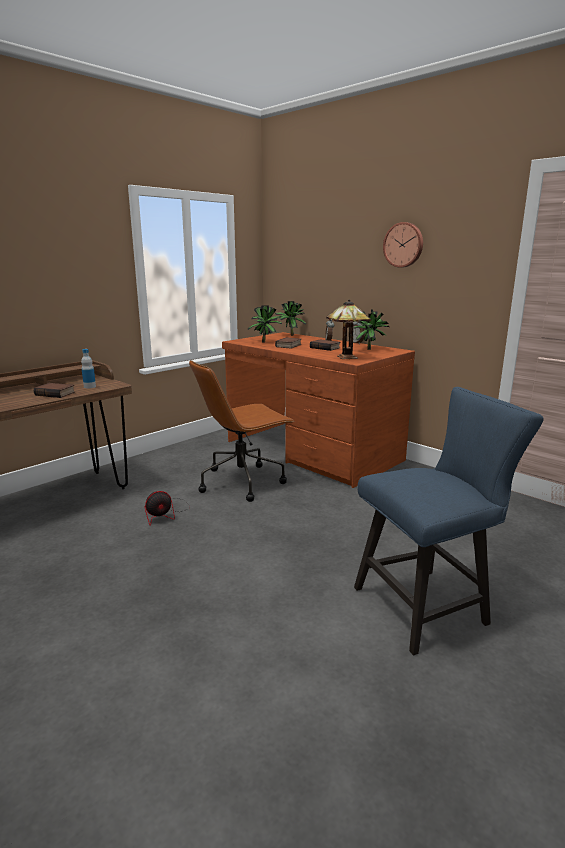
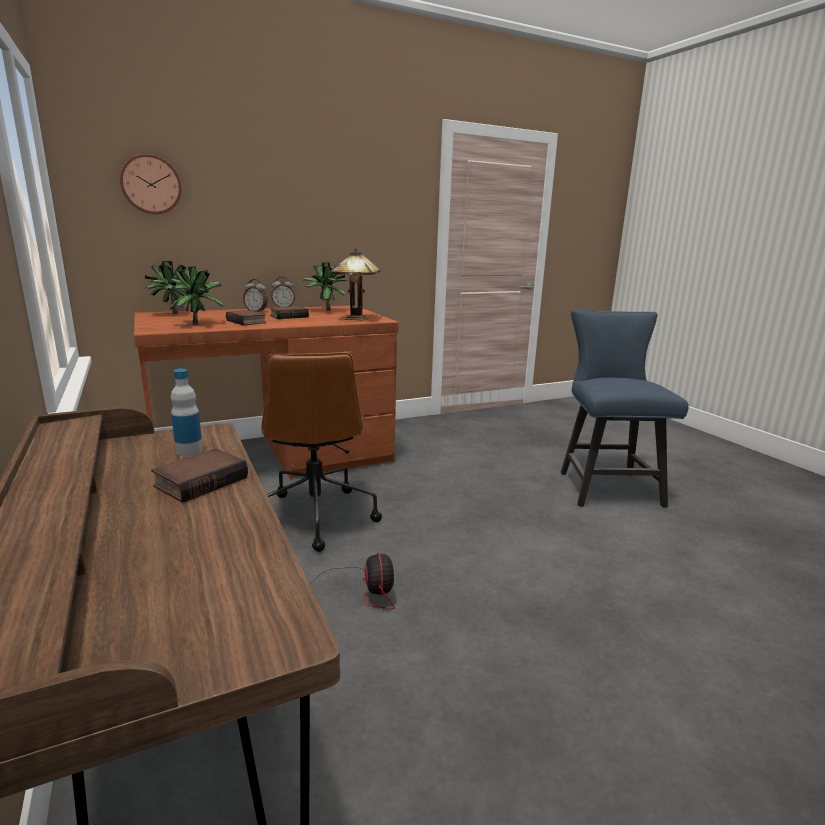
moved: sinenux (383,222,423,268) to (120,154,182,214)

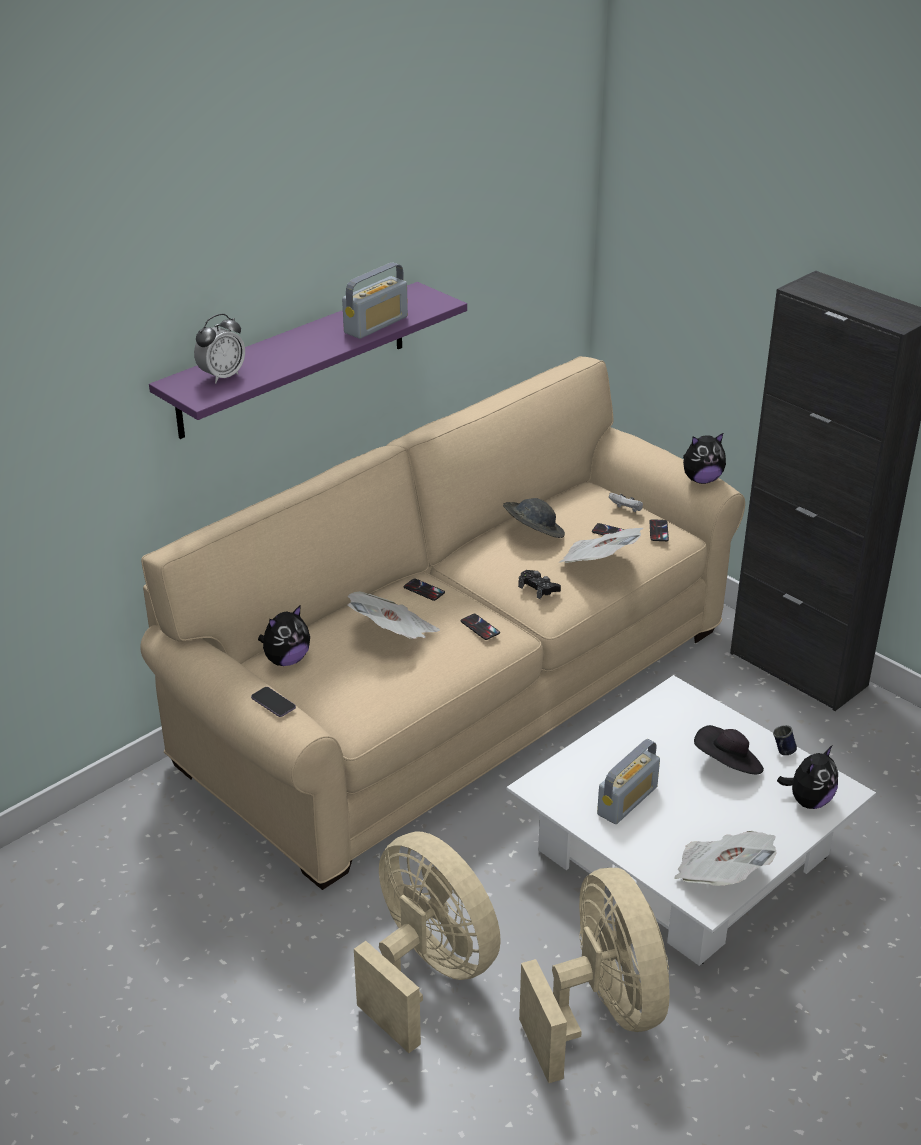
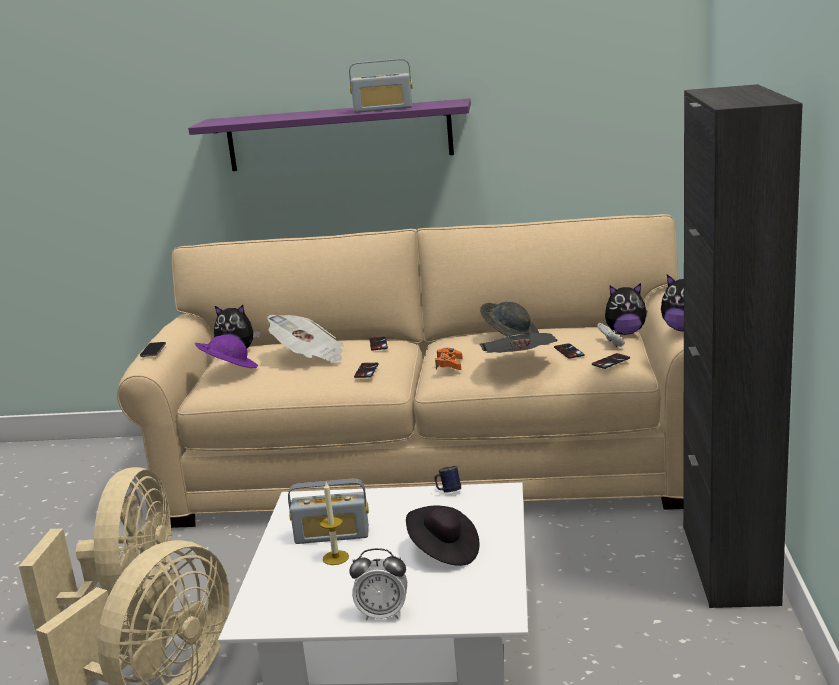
removed: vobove (674,831,777,886)
added: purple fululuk (195,335,258,368); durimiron (320,482,349,565)
moved: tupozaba (194,314,245,383) to (350,548,407,620); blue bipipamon (773,725,797,755) to (434,466,461,493); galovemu (777,746,838,809) to (605,283,648,335)
recoloured: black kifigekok (518,570,561,599) to orange kifigekok (435,348,463,370)

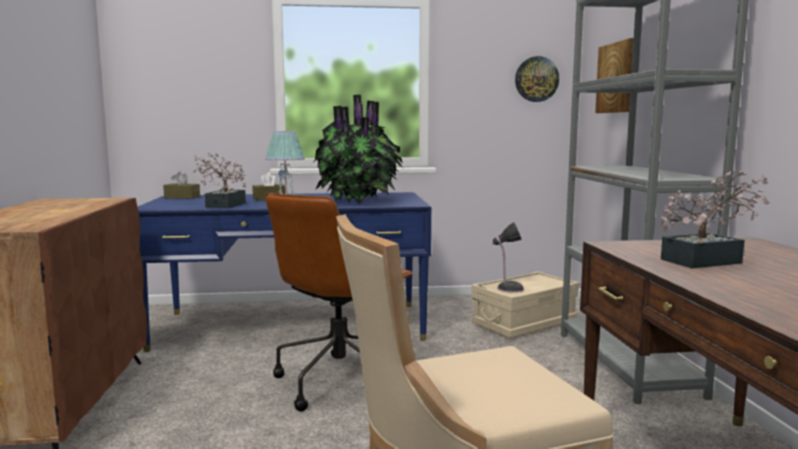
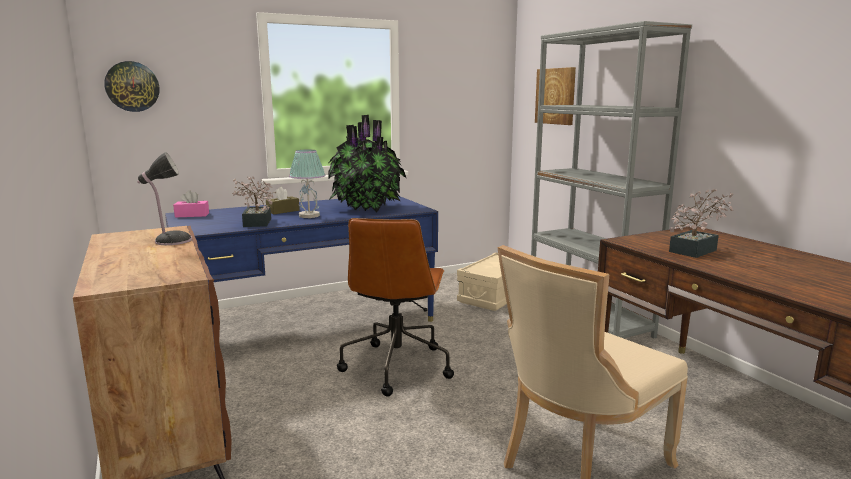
moved: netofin (492,222,524,293) to (137,152,192,245); sinenux (515,56,559,102) to (104,61,159,112)
recoloured: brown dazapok (163,172,200,199) to pink dazapok (173,190,209,217)

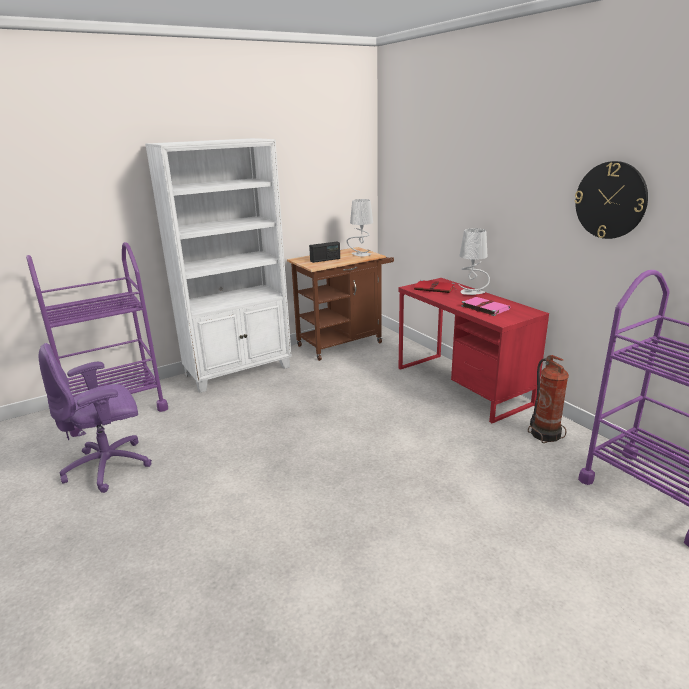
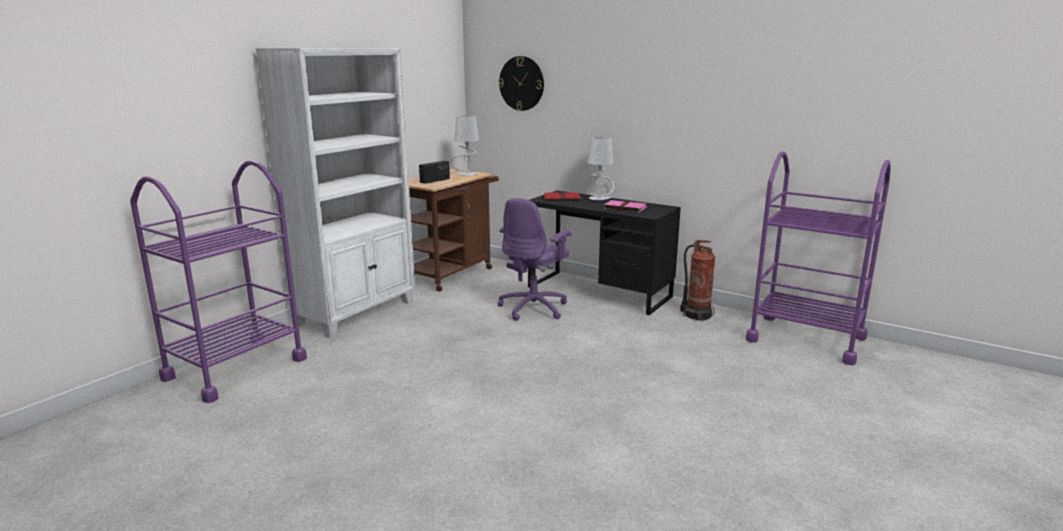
moved: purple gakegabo (39,343,152,493) to (497,198,572,321); sinenux (574,161,648,239) to (498,56,544,111)
recoloured: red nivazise (398,278,549,423) to black nivazise (528,191,681,315)

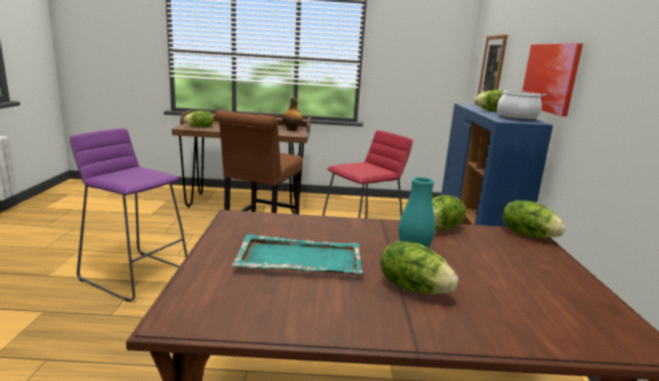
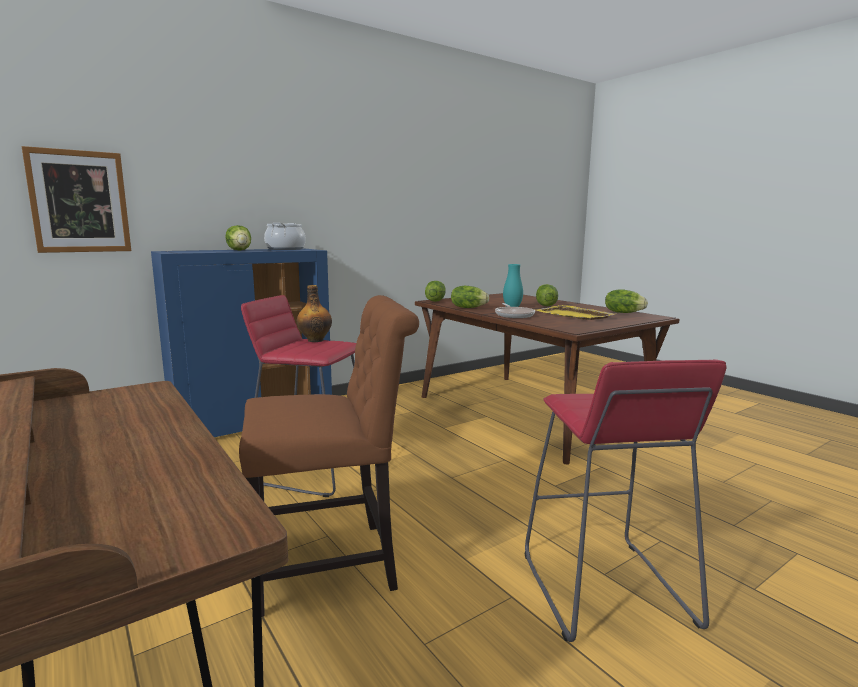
removed: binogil (522,43,583,117)
added: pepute (495,303,535,318)
moved: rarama (183,111,214,128) to (605,289,648,313); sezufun (282,98,303,131) to (297,285,332,342)
recoloured: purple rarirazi (70,128,188,302) to red rarirazi (525,359,726,642); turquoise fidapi (232,234,362,274) to yellow fidapi (536,305,615,320)

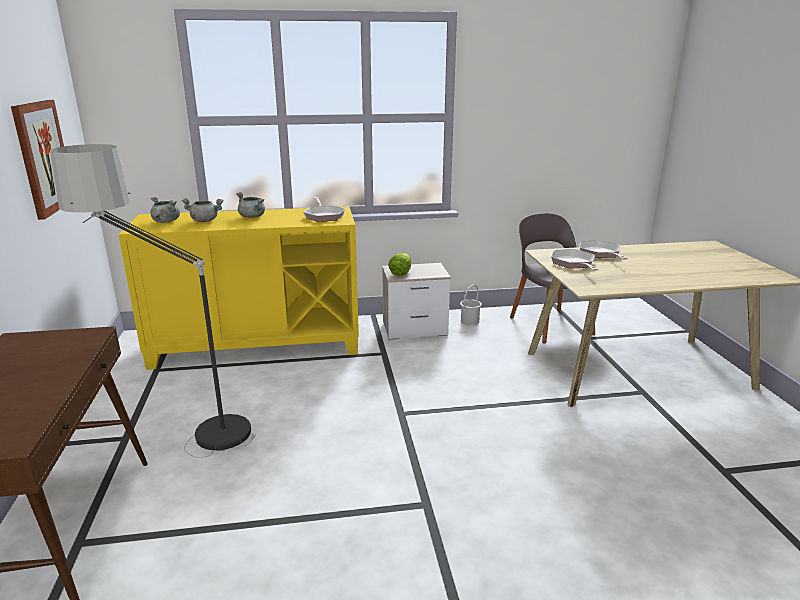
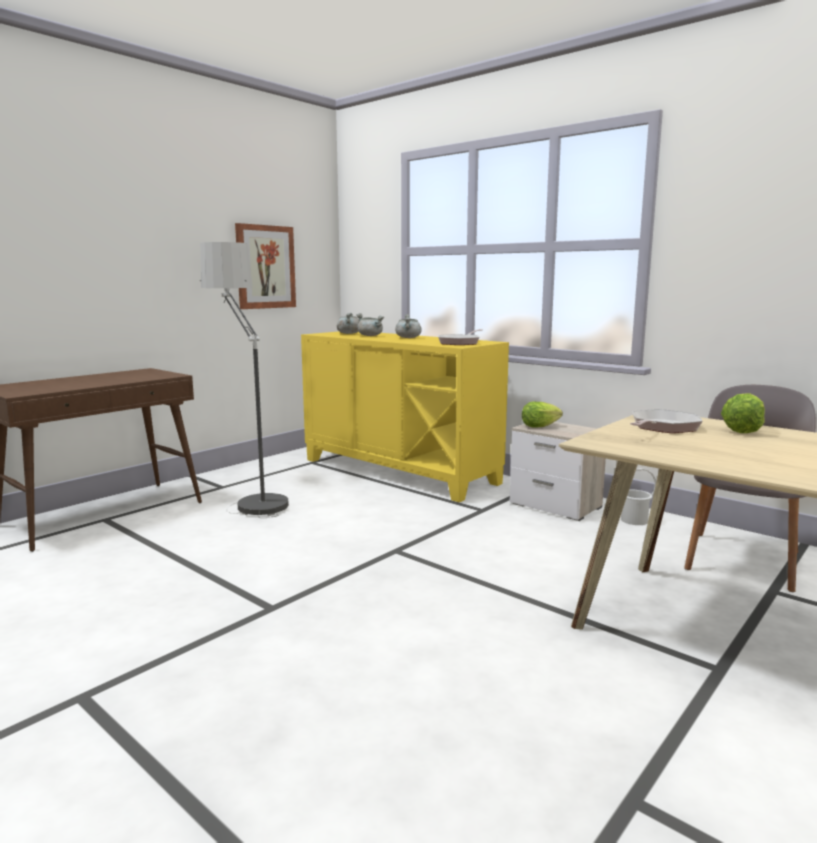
replaced: pepute (579,240,628,259) to rarama (721,393,765,433)

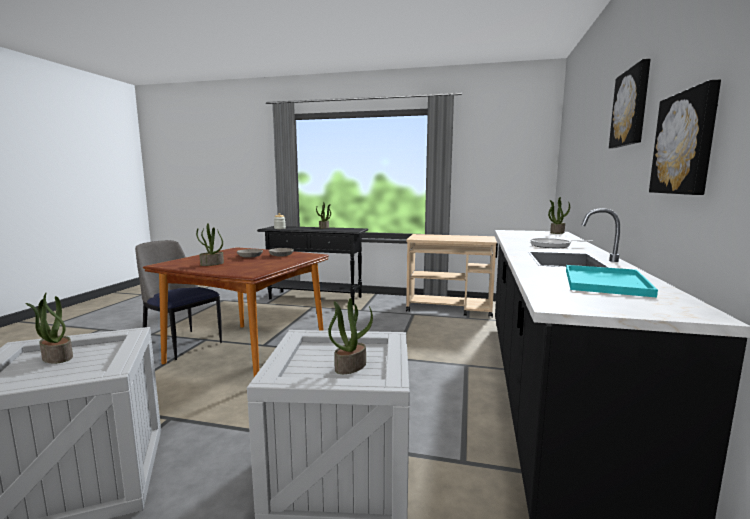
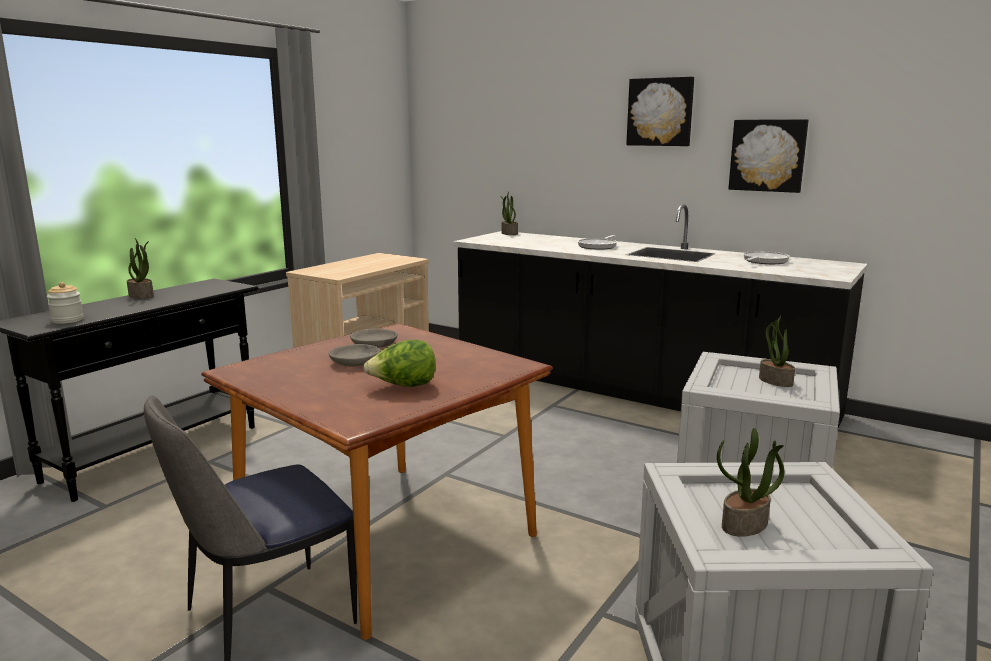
replaced: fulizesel (196,223,224,266) to rarama (363,340,436,387); turquoise fidapi (566,265,658,298) to pepute (743,251,790,264)

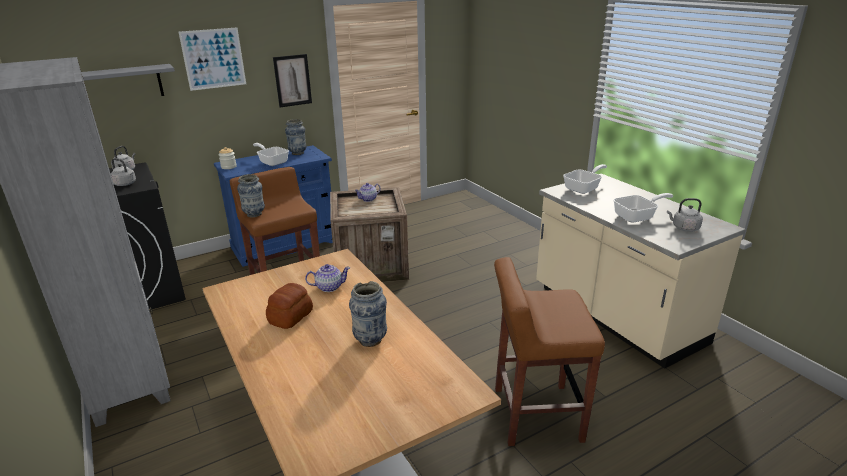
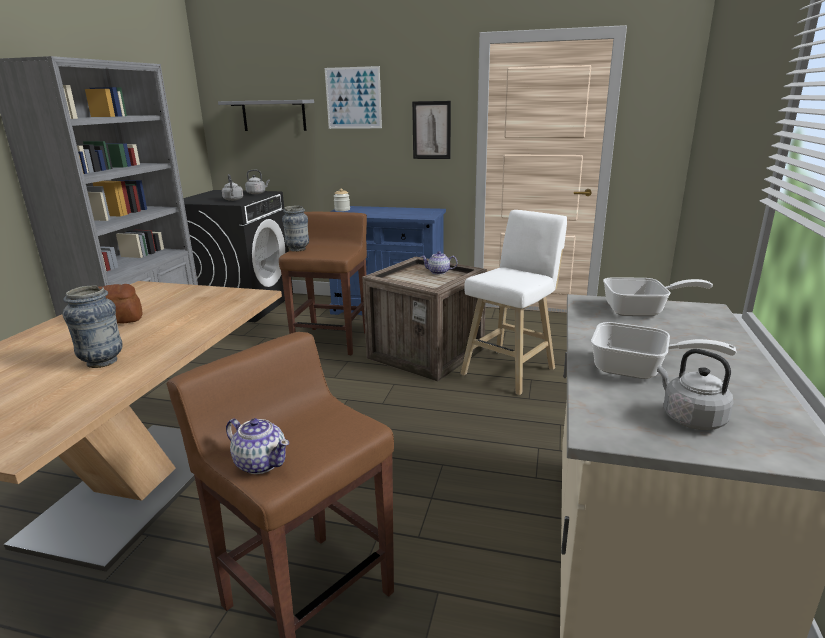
removed: pepute (253,143,289,166); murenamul (285,119,307,155)
added: white rarirazi (460,210,567,395)
moved: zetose (305,264,350,292) to (226,418,289,474)

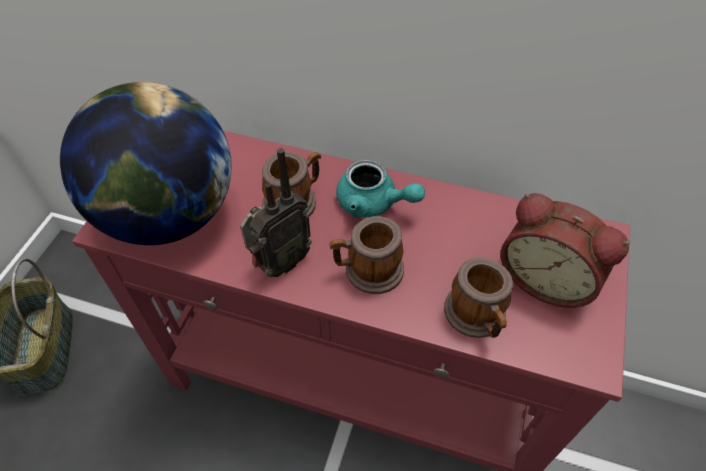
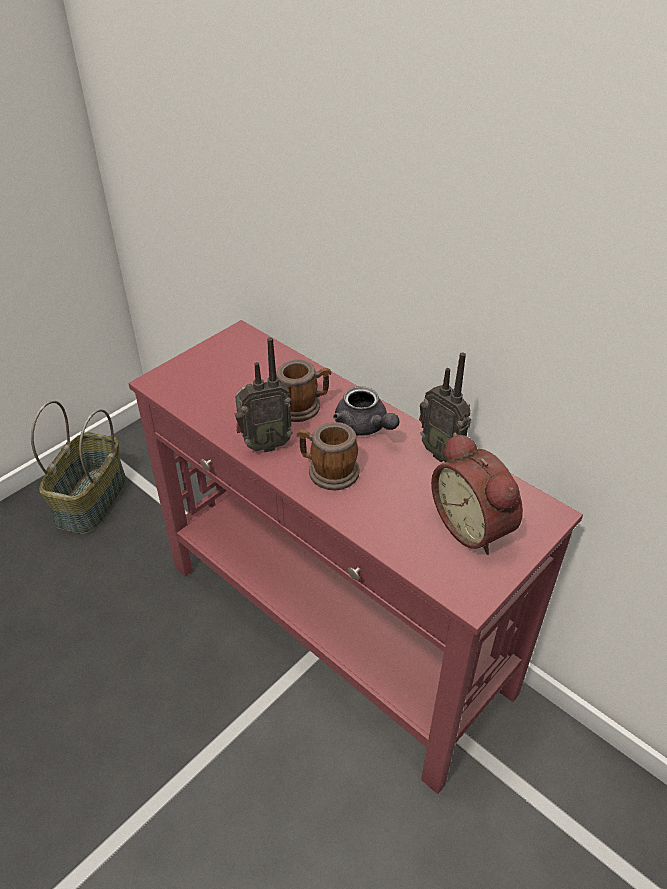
removed: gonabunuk (60,82,232,245); bipipamon (444,257,513,338)
added: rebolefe (419,352,471,462)
recoloured: turquoise zetose (336,160,425,218) to grey zetose (333,387,399,436)

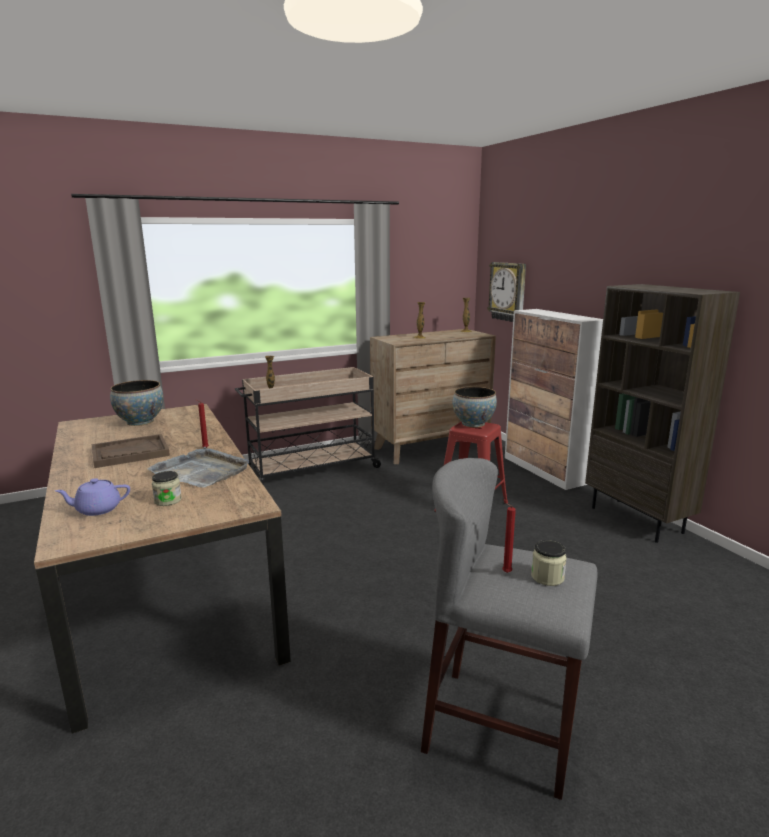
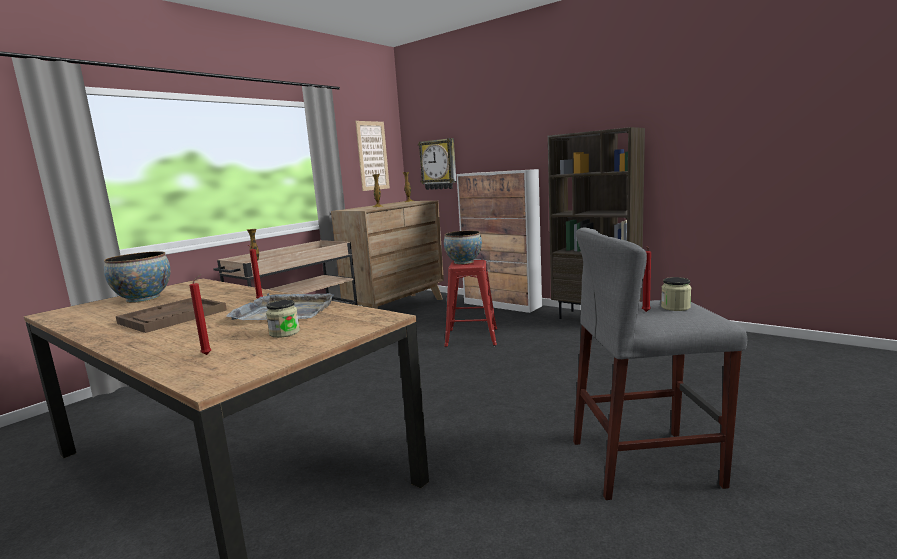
added: binogil (355,121,390,191)
replaced: purple zetose (55,478,130,516) to red durimiron (189,274,211,355)

